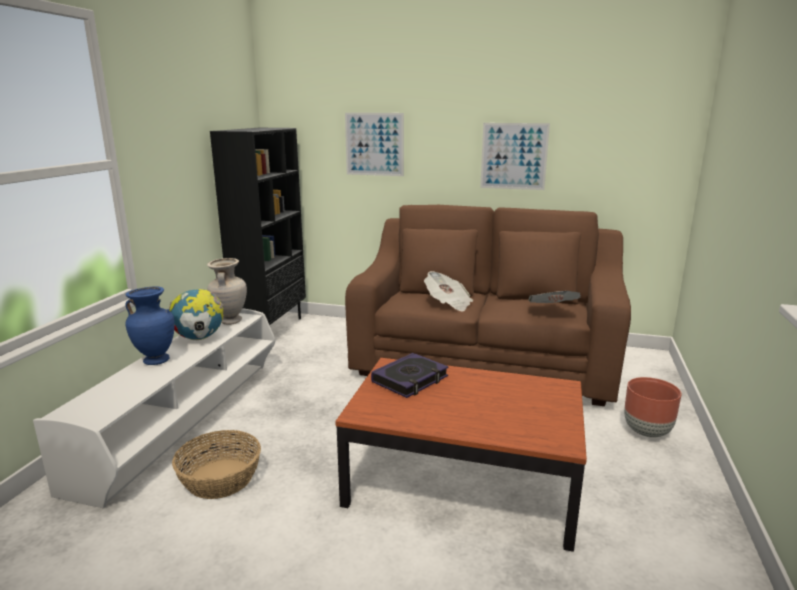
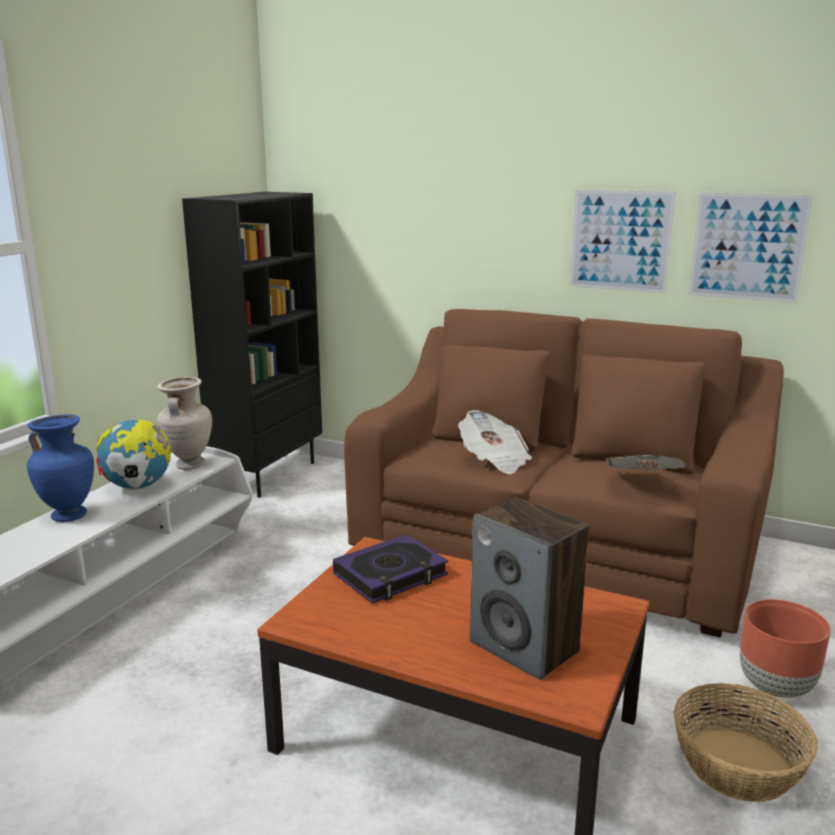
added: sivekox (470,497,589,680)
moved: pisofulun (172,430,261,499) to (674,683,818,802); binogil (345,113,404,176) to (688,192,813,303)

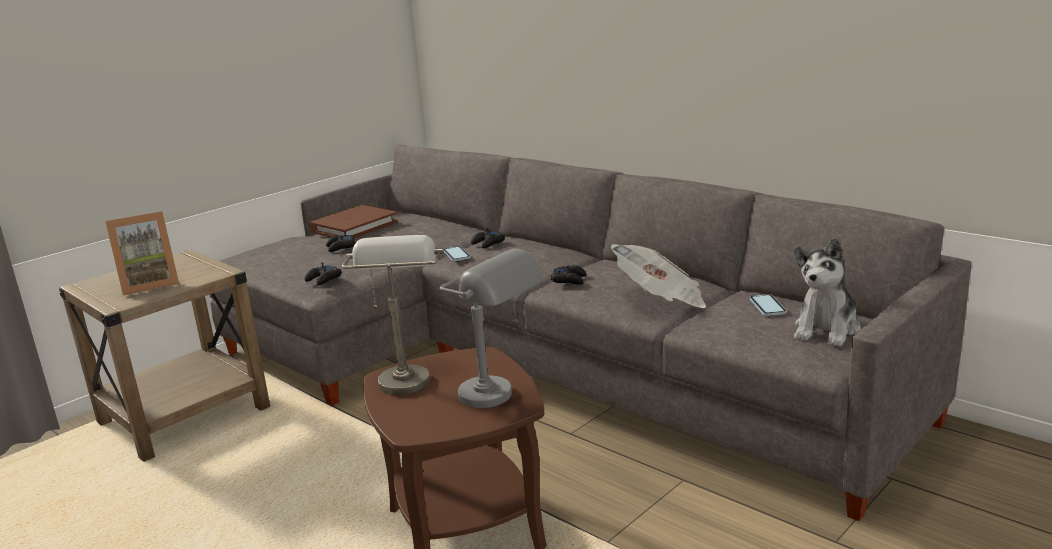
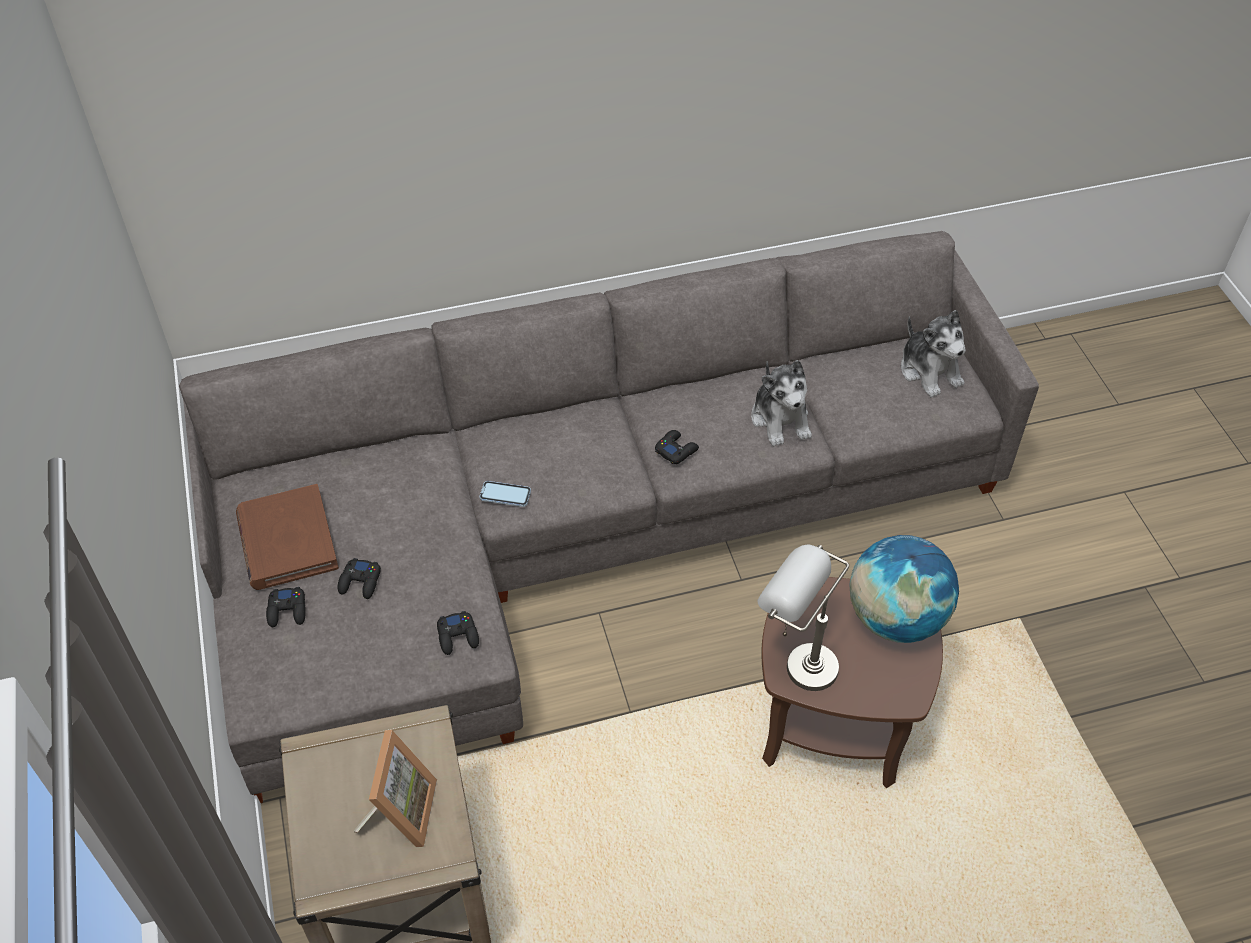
removed: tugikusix (750,294,787,316)
moved: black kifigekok (471,228,505,248) to (266,587,305,627)
replaced: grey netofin (440,248,543,408) to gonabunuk (849,535,959,643); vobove (611,244,706,308) to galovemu (751,360,812,447)

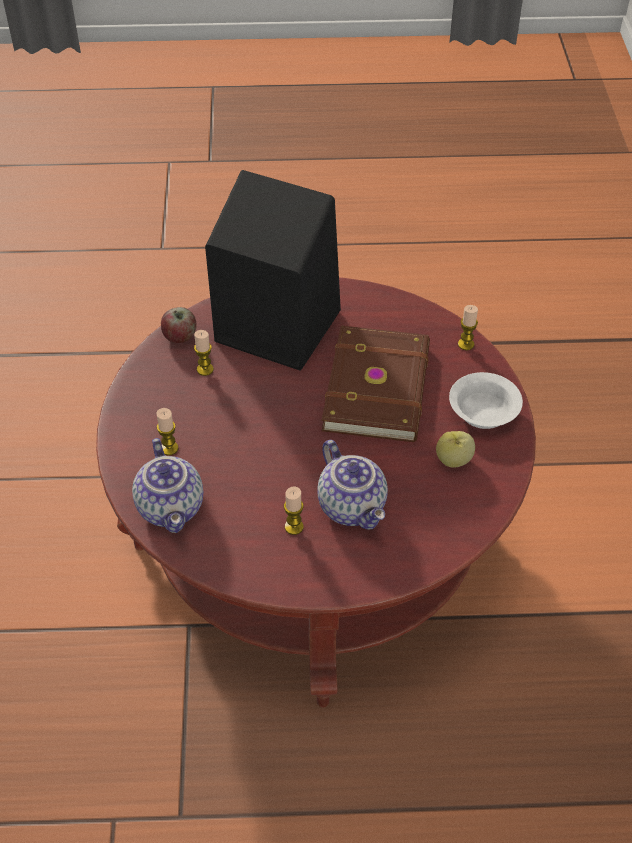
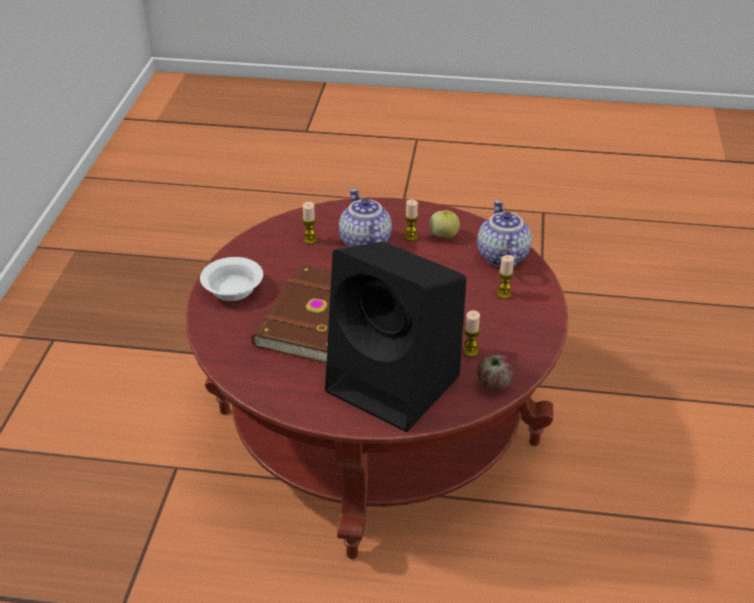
moved: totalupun (436,431,475,468) to (429,210,460,239); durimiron (458,305,478,350) to (302,202,317,244)

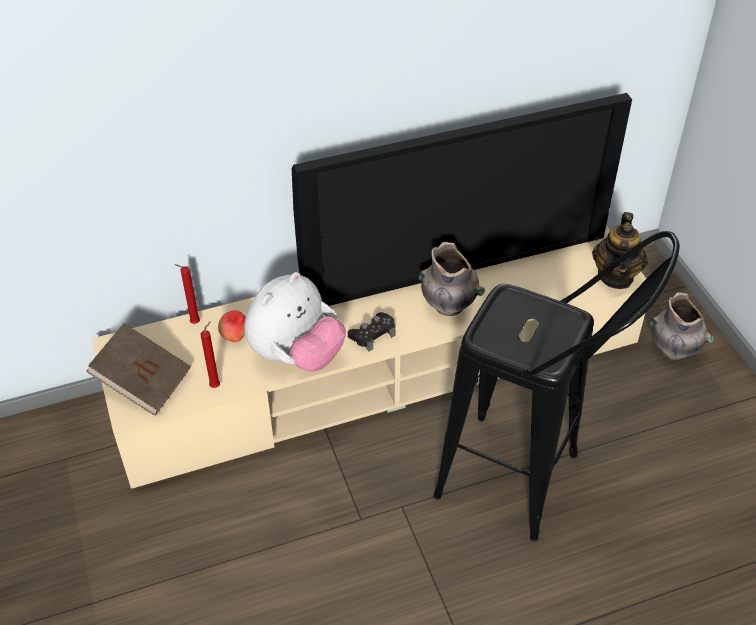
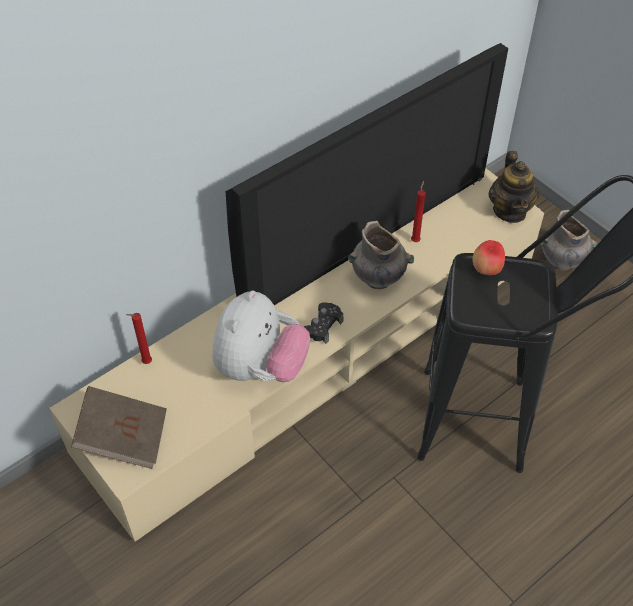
moved: red durimiron (201,321,220,388) to (411,181,426,242); totalupun (218,310,246,342) to (472,240,505,275)

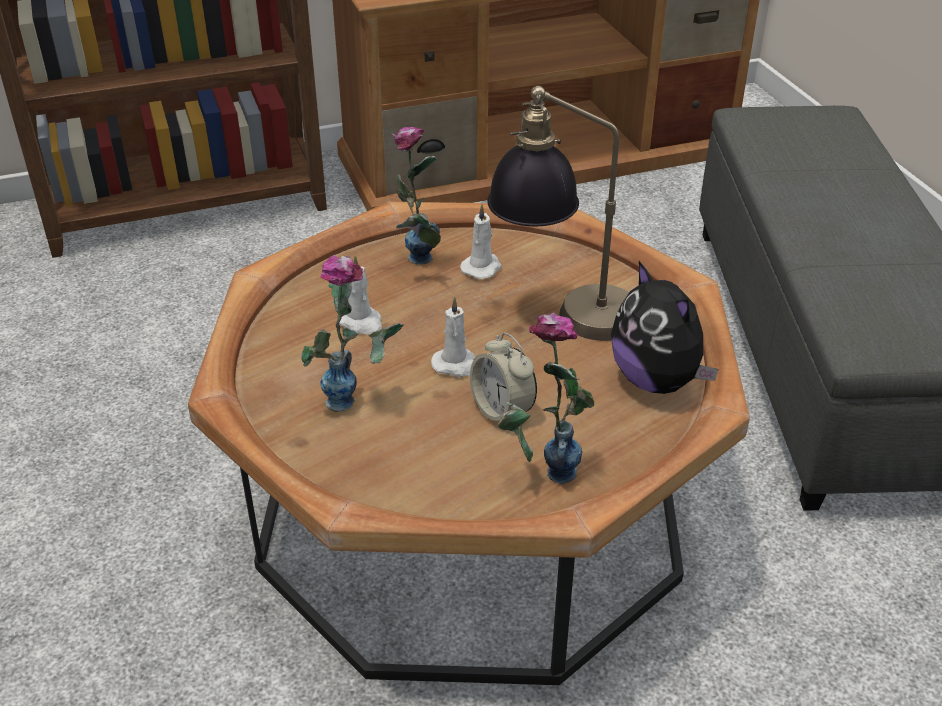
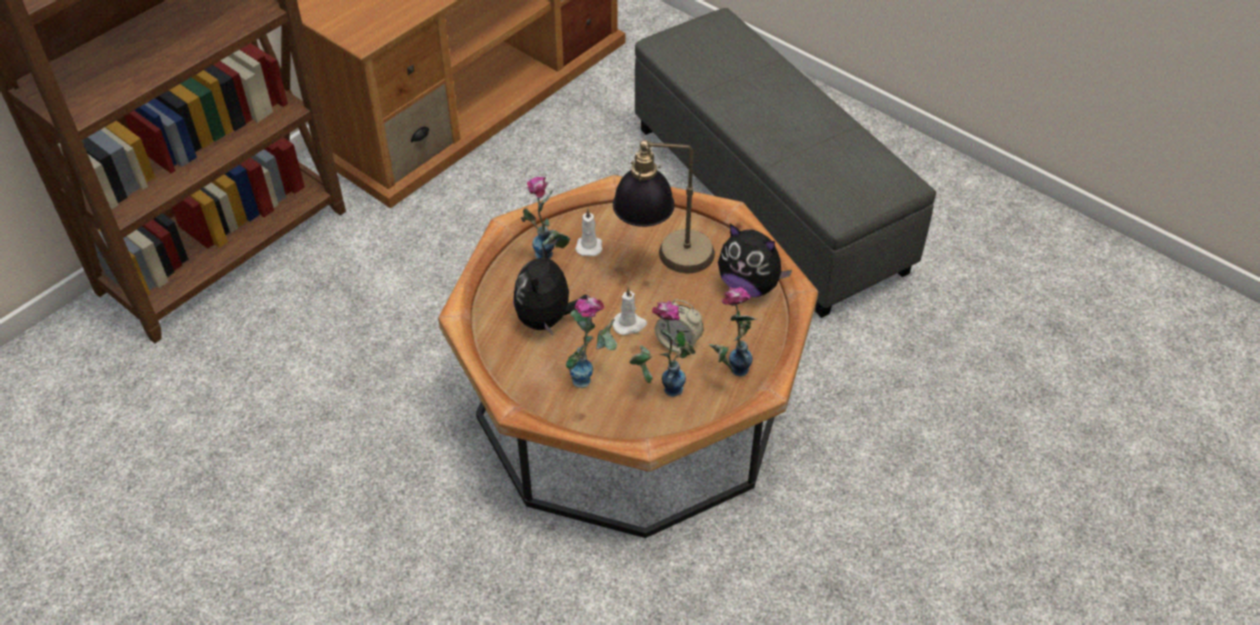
added: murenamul (629,300,695,397)
replaced: white durimiron (339,255,382,334) to galovemu (513,243,587,336)

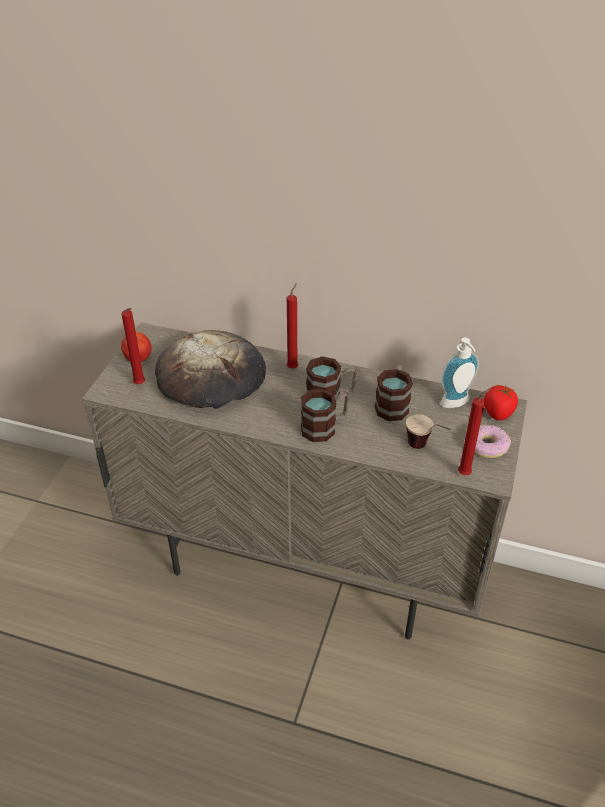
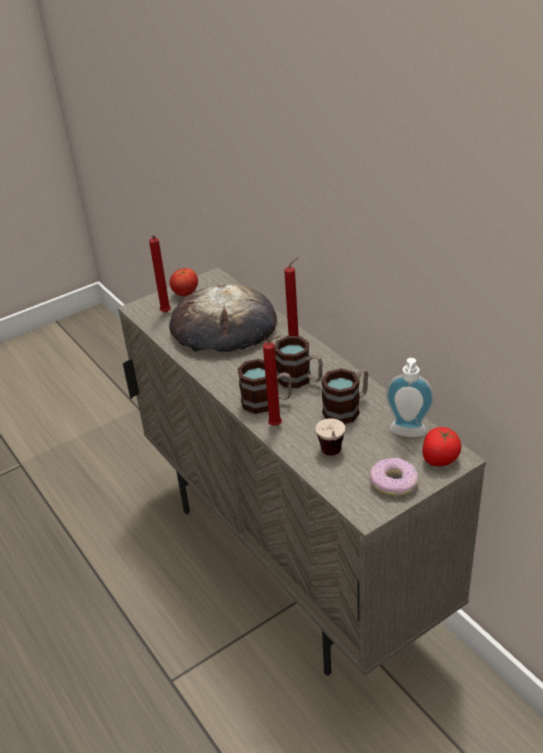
moved: red durimiron (458,388,491,475) to (263,336,282,426)

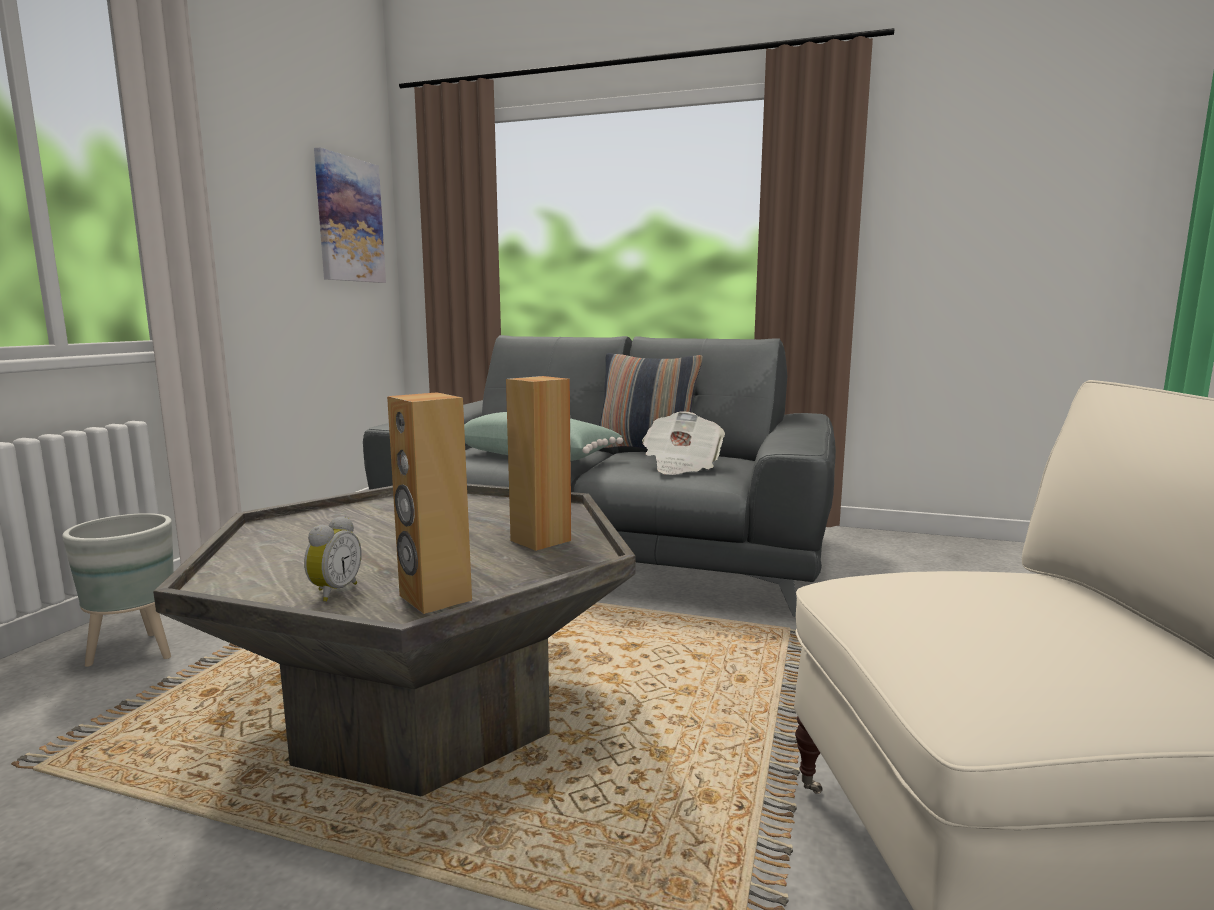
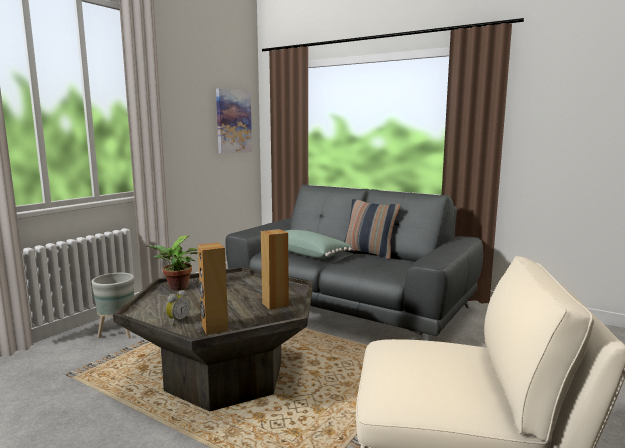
removed: vobove (642,411,725,475)
added: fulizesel (146,235,198,291)

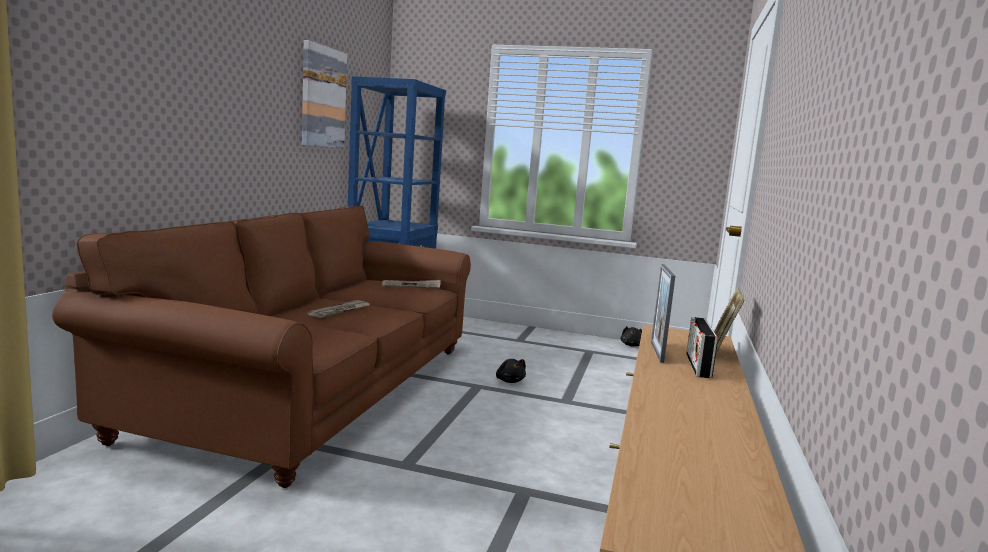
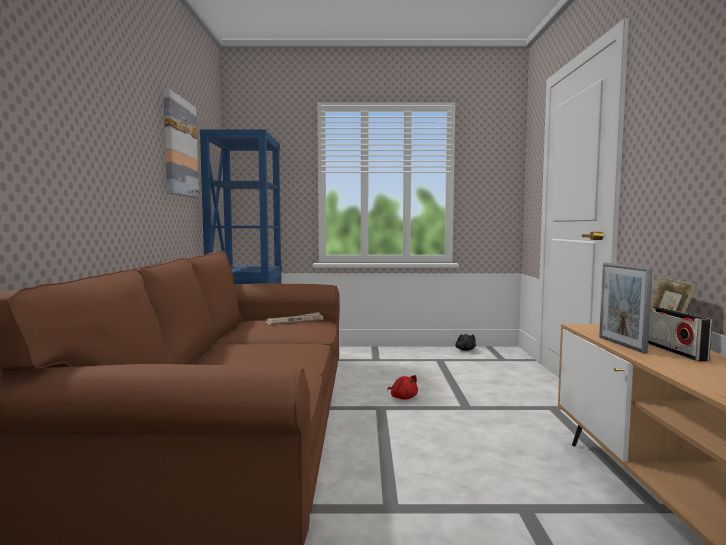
removed: vobove (308,300,370,318)
recoloured: black galovemu (496,359,526,383) to red galovemu (387,375,418,400)

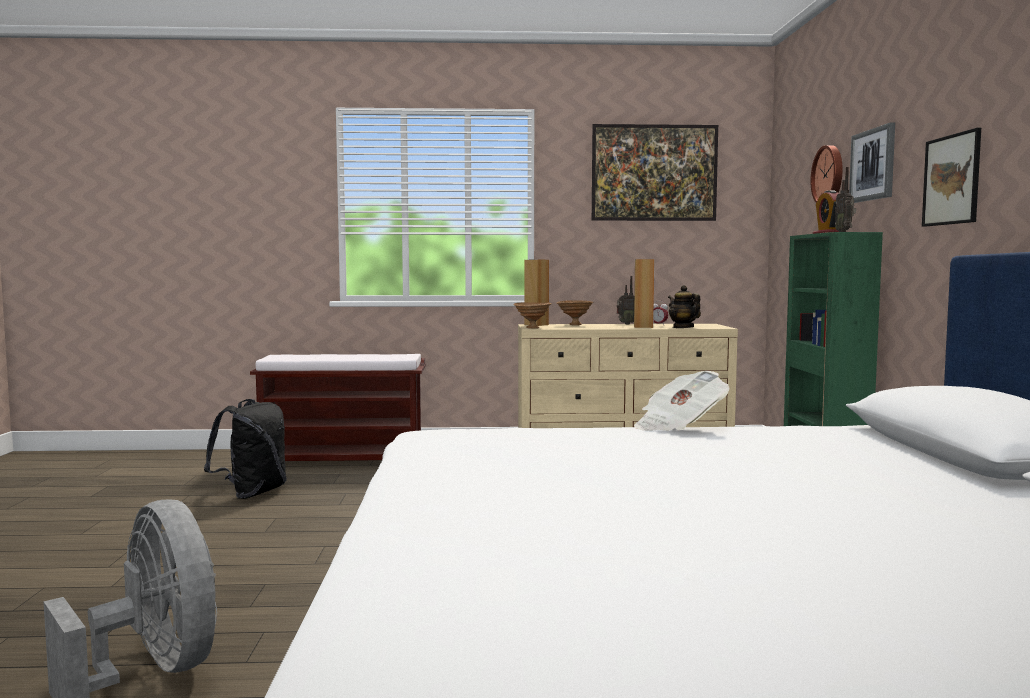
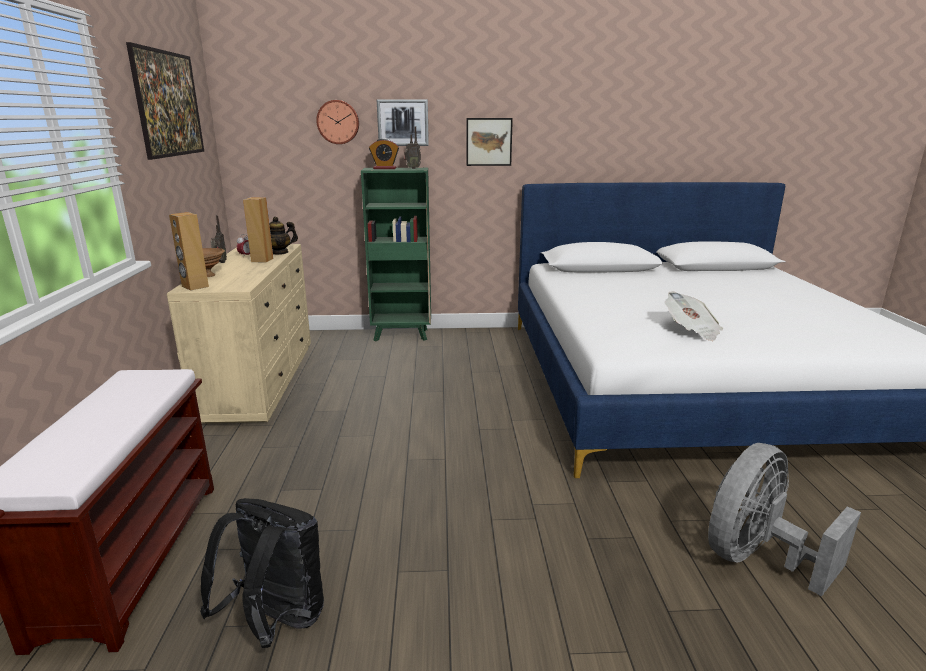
removed: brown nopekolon (513,303,551,329)
moved: vobove (634,371,729,431) to (665,291,723,341)

